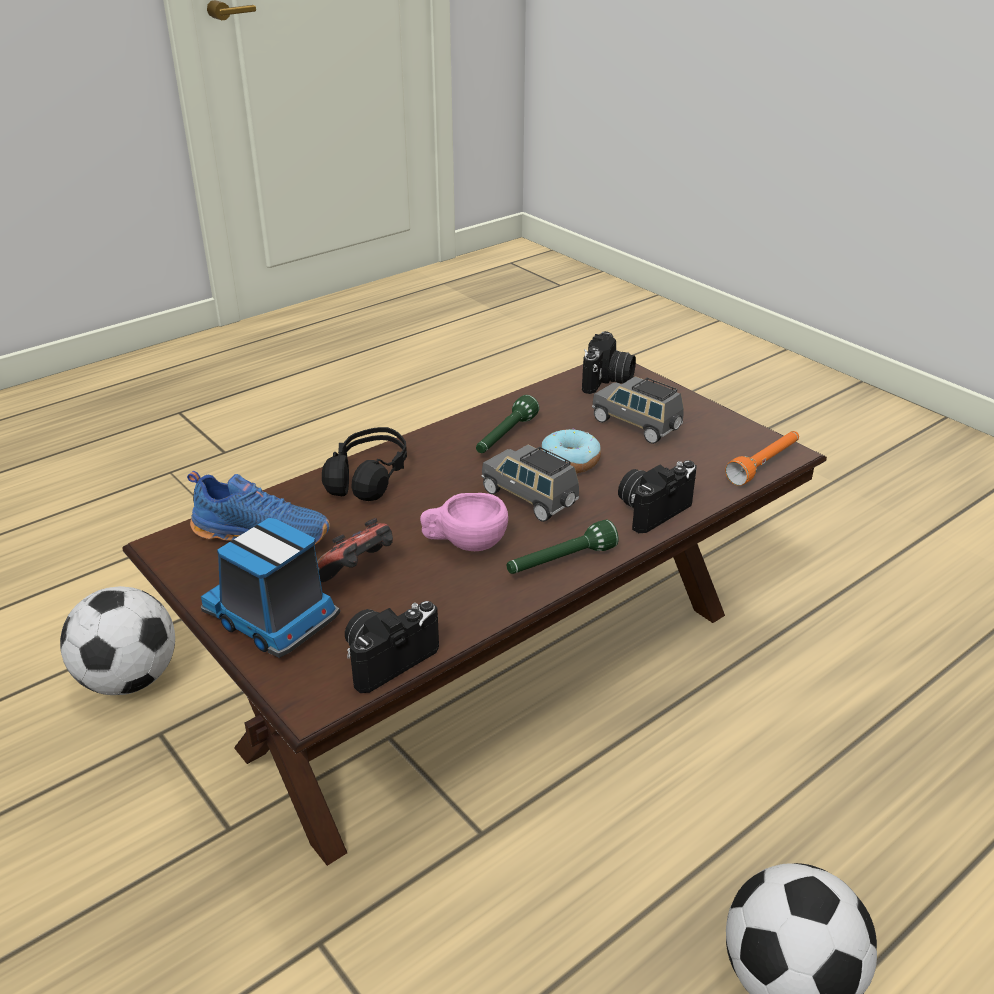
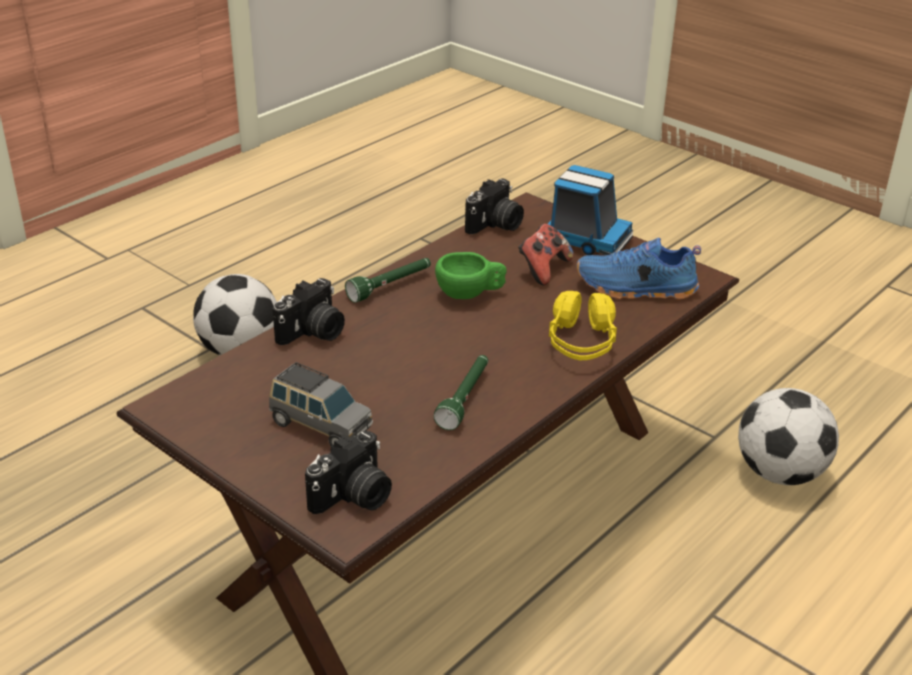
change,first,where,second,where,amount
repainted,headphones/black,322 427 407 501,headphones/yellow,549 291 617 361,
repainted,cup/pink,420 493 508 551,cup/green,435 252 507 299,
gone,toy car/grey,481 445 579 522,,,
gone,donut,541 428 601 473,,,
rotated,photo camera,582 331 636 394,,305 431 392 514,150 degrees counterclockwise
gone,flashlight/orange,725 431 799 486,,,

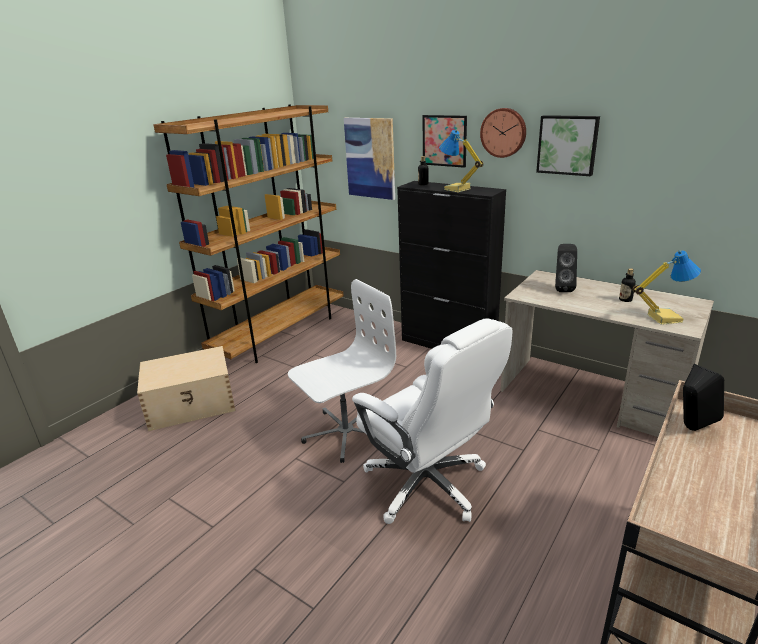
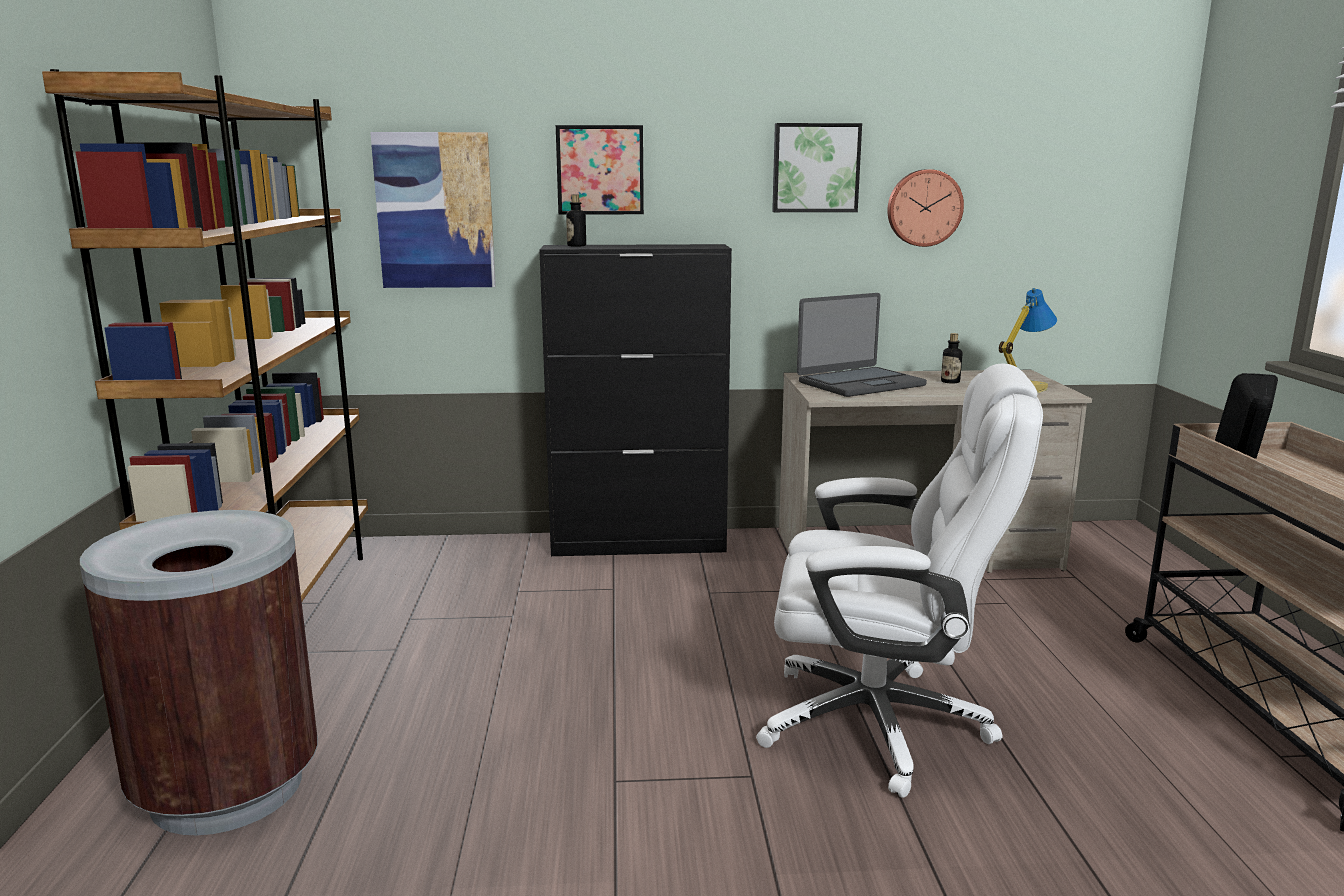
change,first,where,second,where,amount
swapped,storage box/beige,137 346 235 431,trash can/brown,80 510 318 835,
gone,office chair/white,288 279 396 463,,,
gone,table lamp,439 129 484 192,,,
shifted,wall clock,480 108 526 158,,887 169 964 247,
swapped,speaker/black,555 244 577 292,laptop,797 293 927 397,

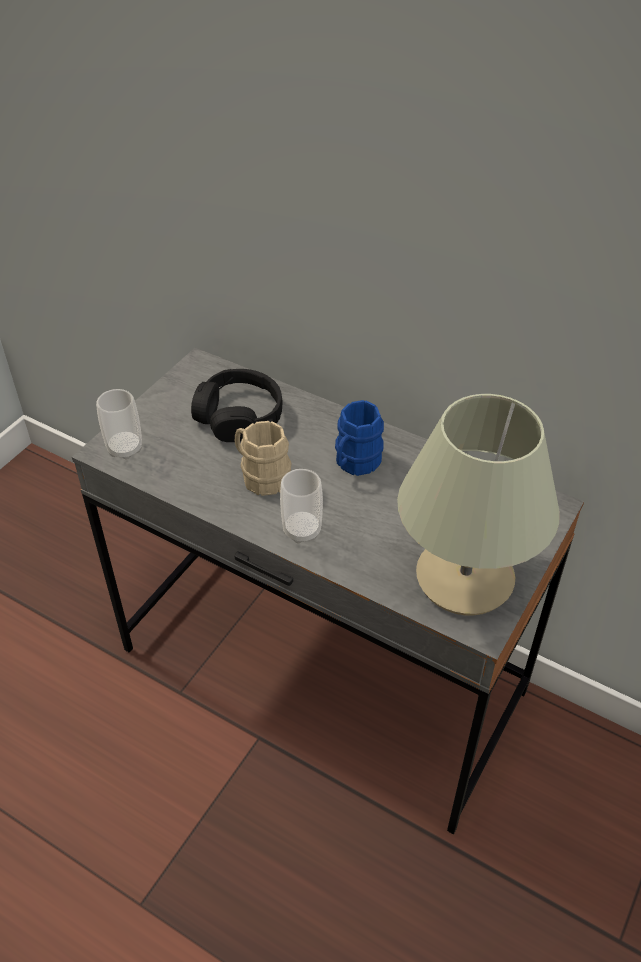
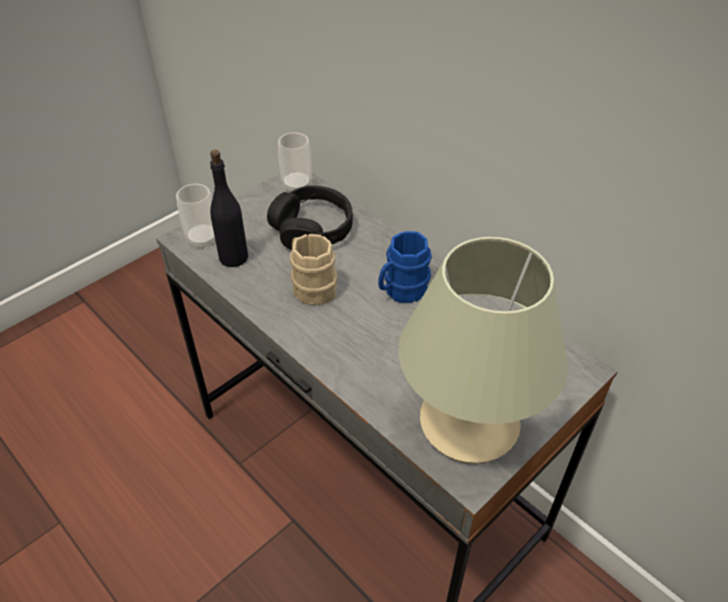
change,first,where,second,where,amount
shifted,cup,280 469 323 544,,278 132 312 193,
new,,,bottle/black,210 150 248 267,

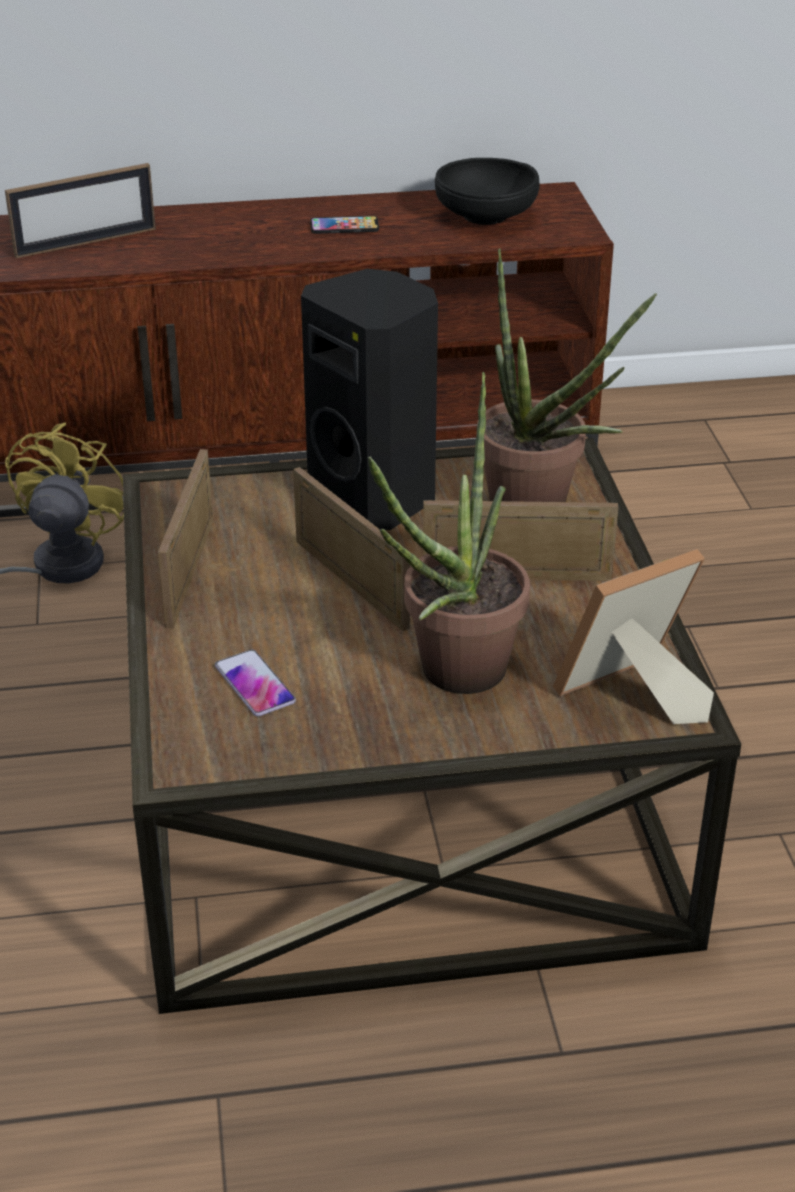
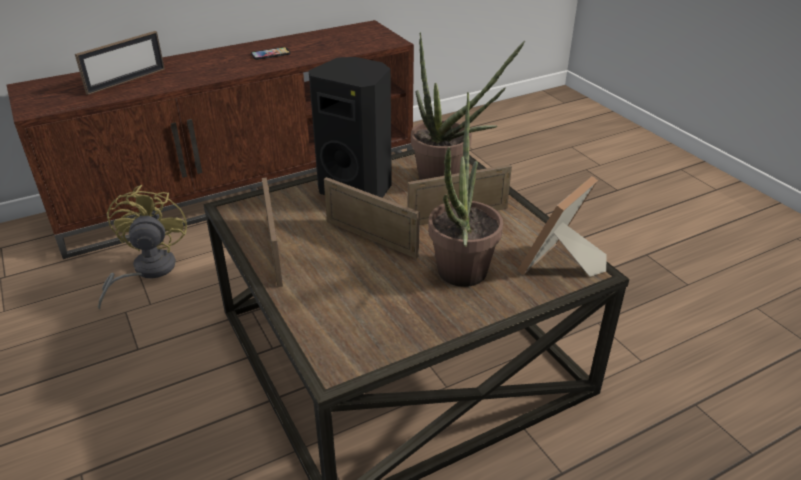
change,first,where,second,where,amount
gone,phone,215 650 296 716,,,
gone,bowl/black,435 158 540 225,,,

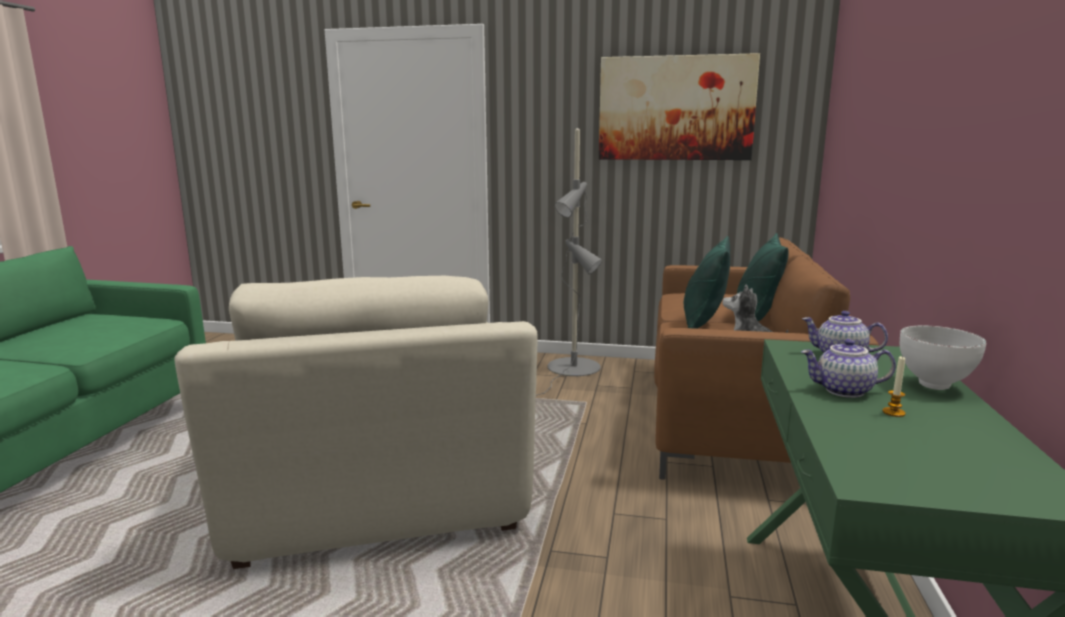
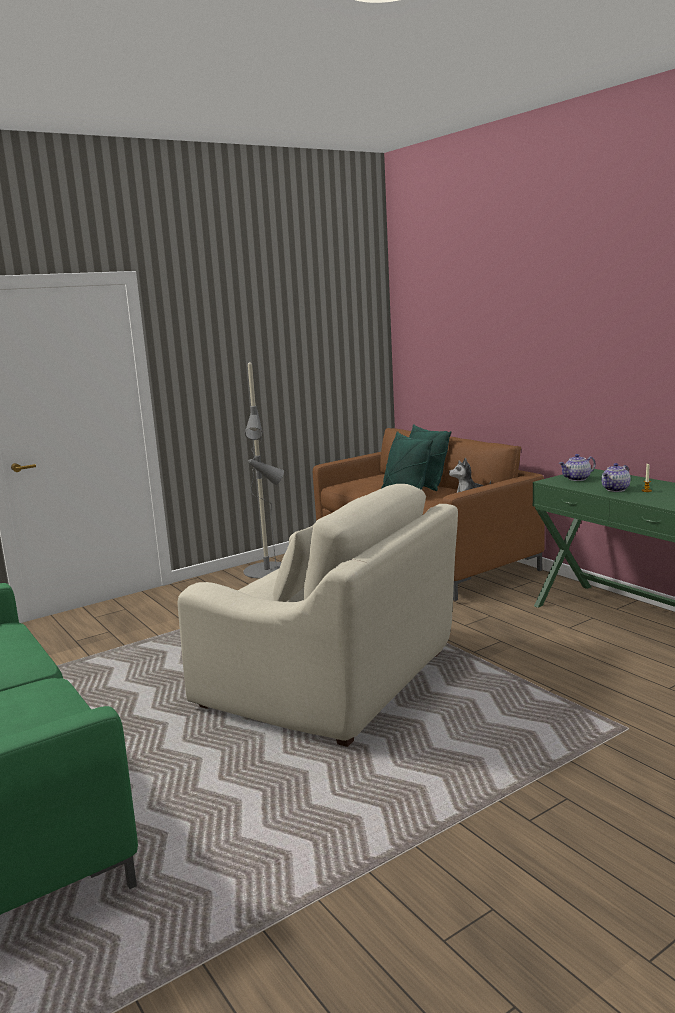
change,first,where,second,where,amount
gone,picture,599 53 760 160,,,
gone,bowl/white,900 325 987 390,,,

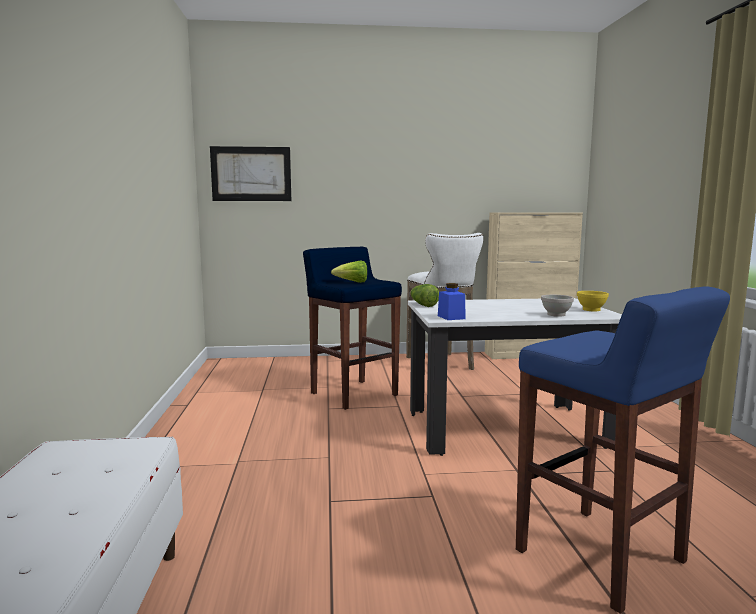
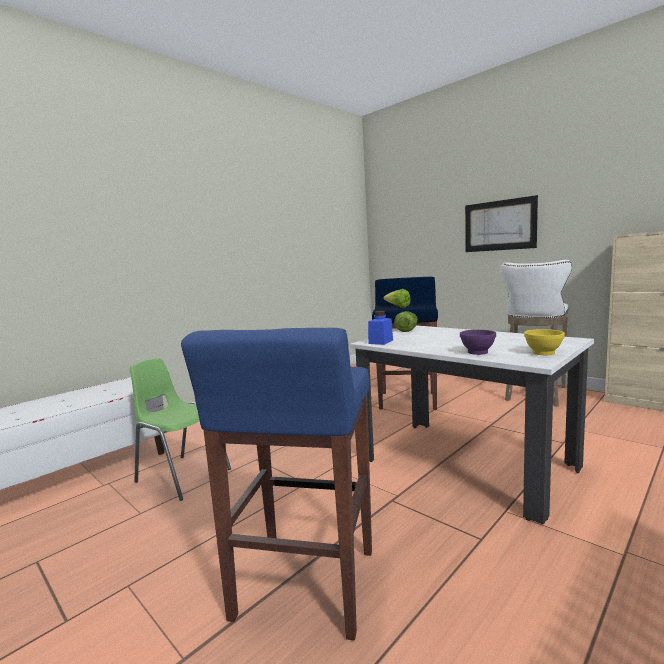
change,first,where,second,where,amount
shifted,picture,210 146 291 201,,465 195 538 252,
repainted,bowl/white,541 295 574 317,bowl/purple,460 330 496 355,
new,,,chair/green,129 358 231 501,

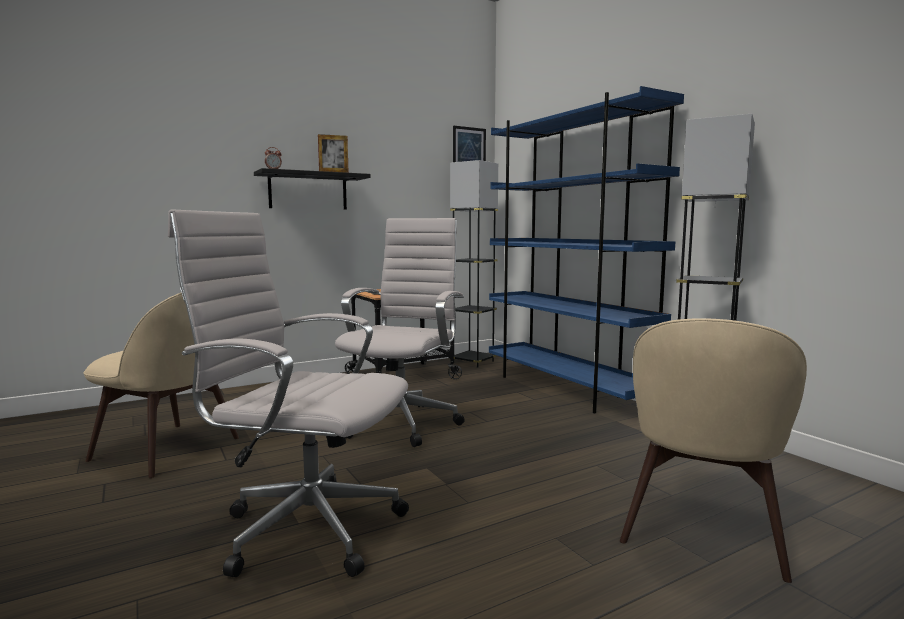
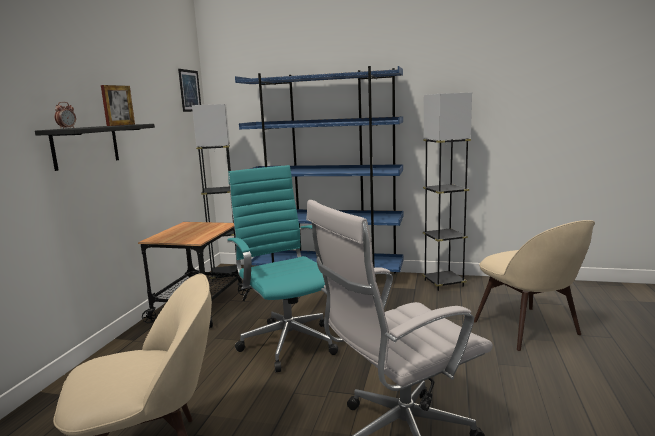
change,first,where,second,where,amount
repainted,office chair/white,335 218 465 447,office chair/turquoise,227 165 338 372,

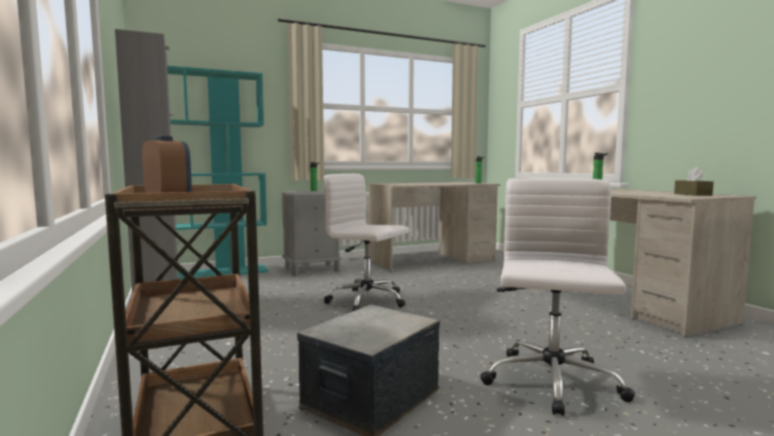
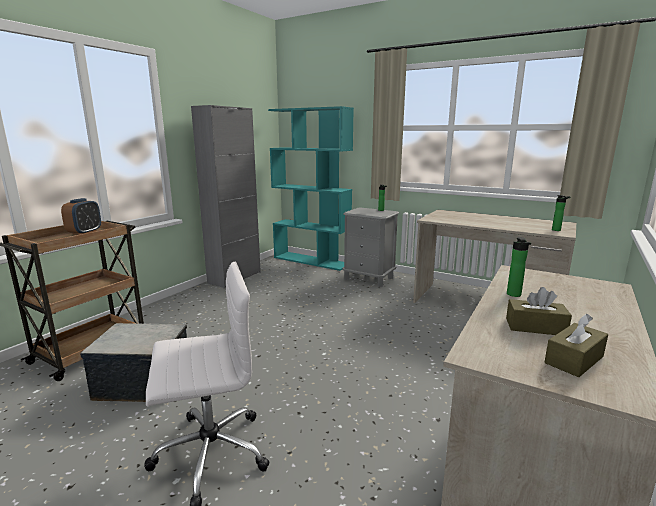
change,first,where,second,where,amount
gone,office chair/white,324 174 409 311,,,
new,,,tissue box/brown,506 287 572 335,

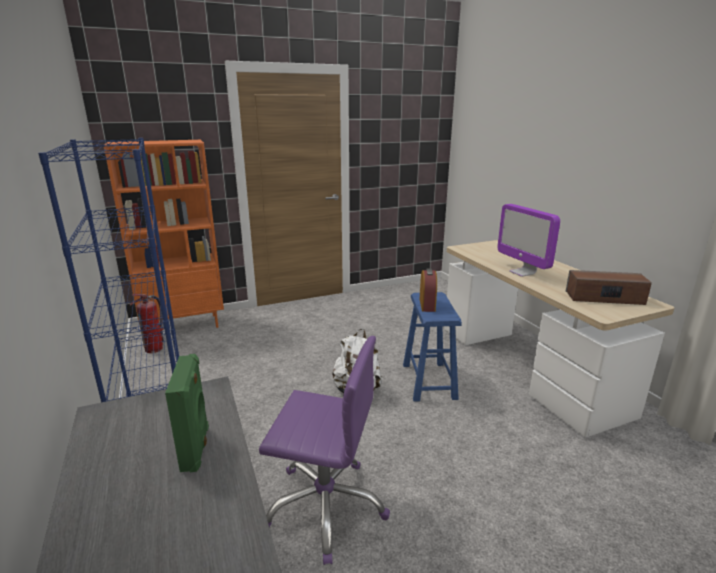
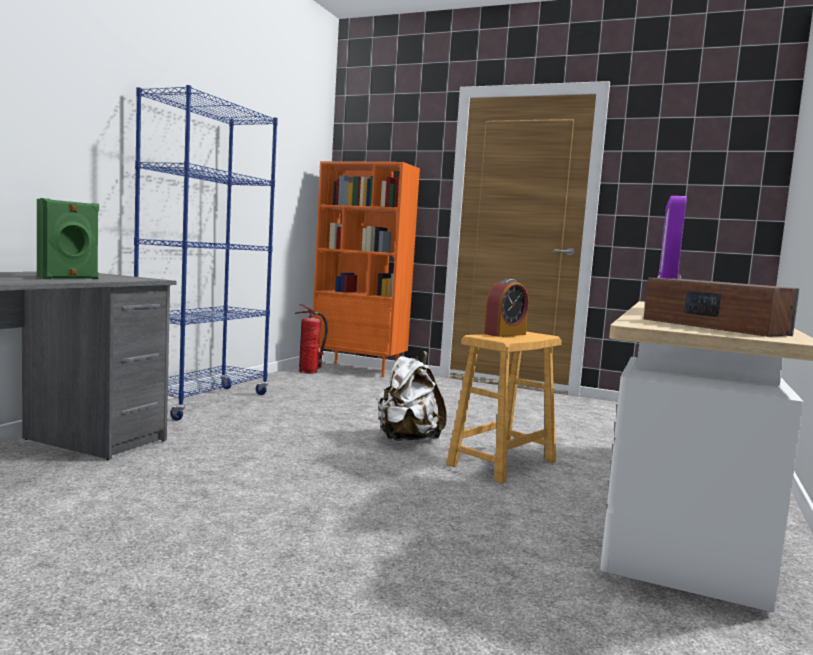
change,first,where,second,where,amount
gone,office chair/purple,259 336 390 565,,,
repainted,stool/blue,403 292 462 402,stool/brown,446 332 562 484,

